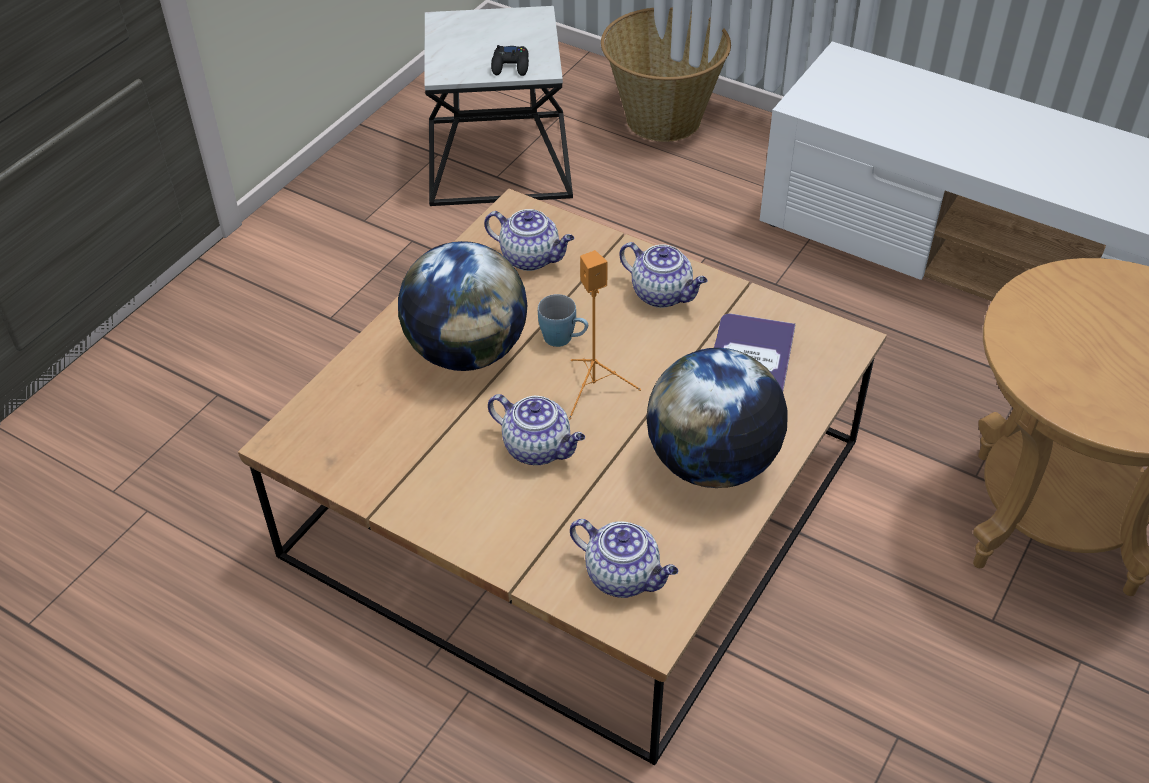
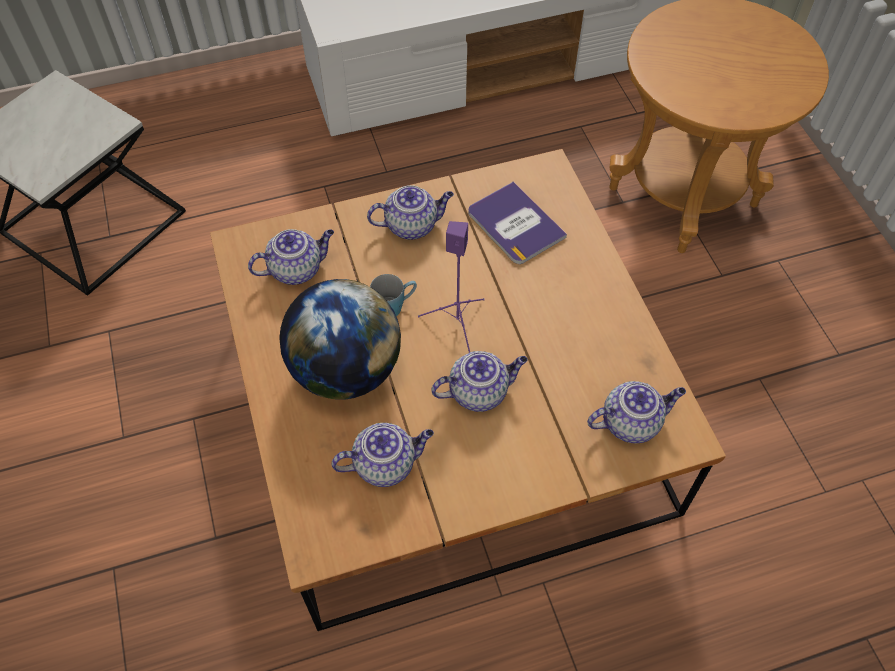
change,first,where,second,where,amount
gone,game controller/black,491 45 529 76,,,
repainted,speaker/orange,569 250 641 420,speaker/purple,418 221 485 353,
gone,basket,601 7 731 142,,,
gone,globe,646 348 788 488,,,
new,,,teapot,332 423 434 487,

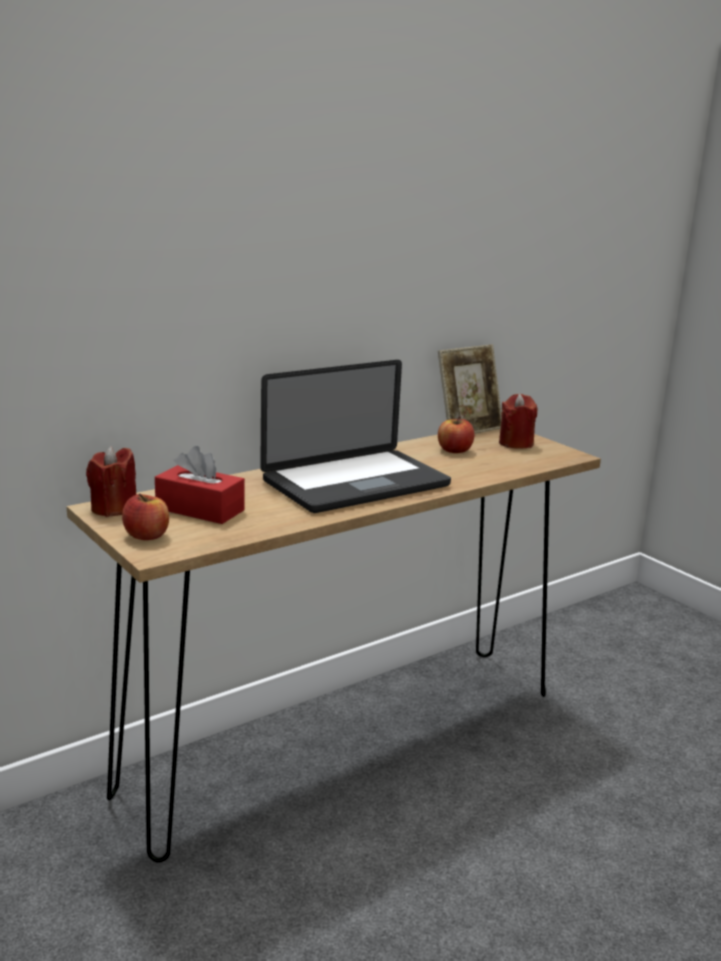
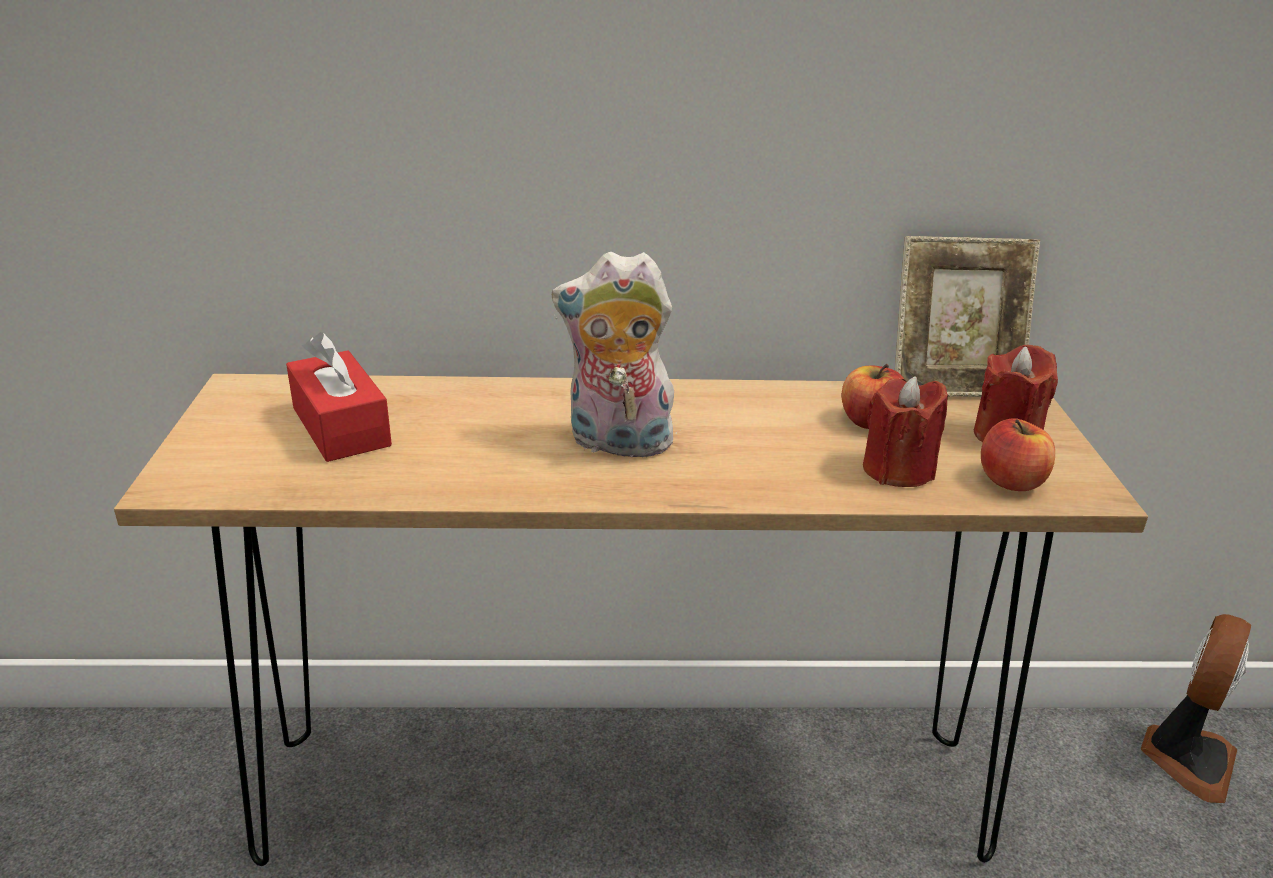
change,first,where,second,where,amount
shifted,candle/red,86 446 136 517,,863 376 948 487,
shifted,apple,122 493 169 540,,981 419 1055 491,
swapped,laptop,260 360 451 513,plush toy,552 252 679 458,
new,,,fan,1141 614 1251 803,

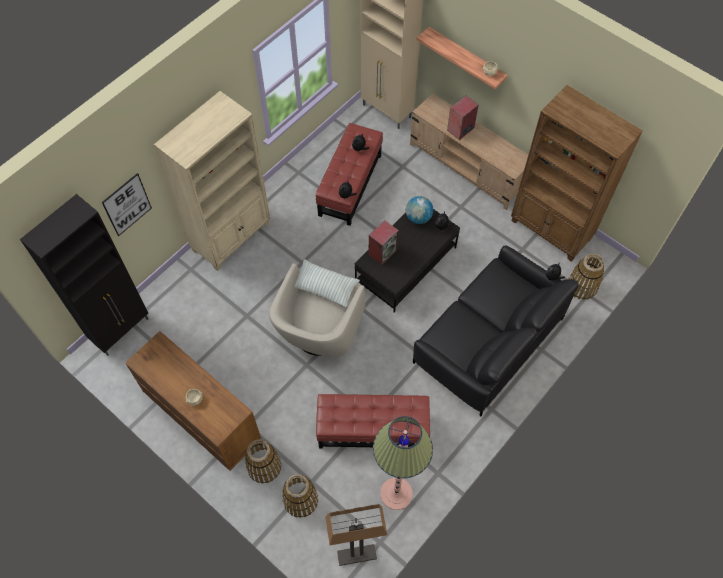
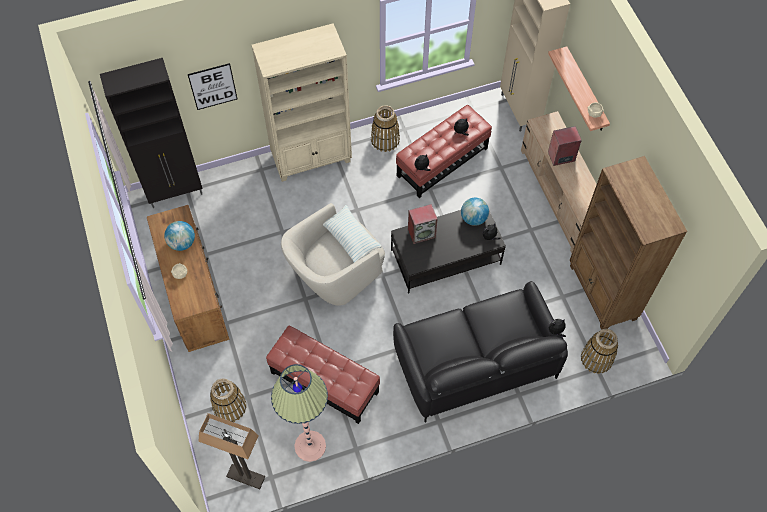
change,first,where,second,where,amount
shifted,basket,245 439 281 483,,371 105 400 152,
new,,,globe,164 221 195 251,

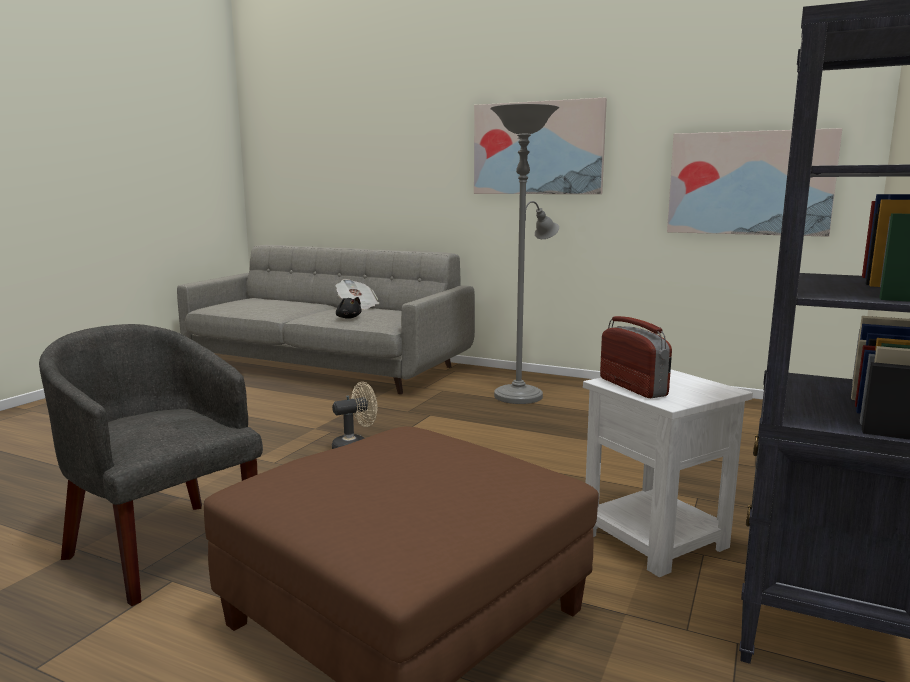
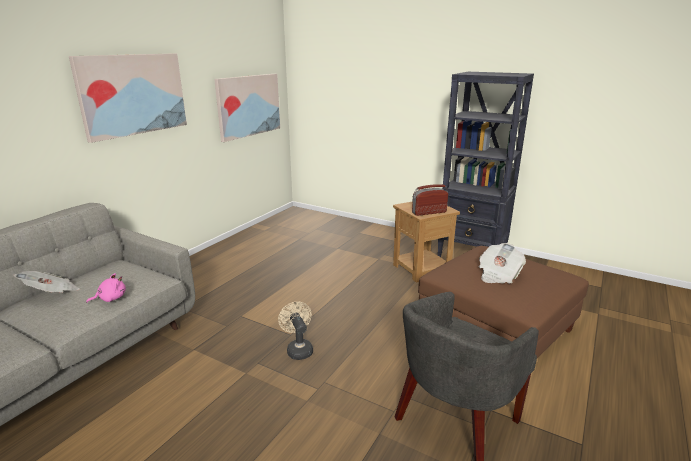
change,first,where,second,where,amount
repainted,plush toy/black,336 297 362 319,plush toy/pink,86 273 126 303,
gone,floor lamp/grey,490 104 559 404,,,
repainted,side table/white,583 369 753 577,side table/brown,393 201 460 283,
new,,,newspaper,479 243 526 284,

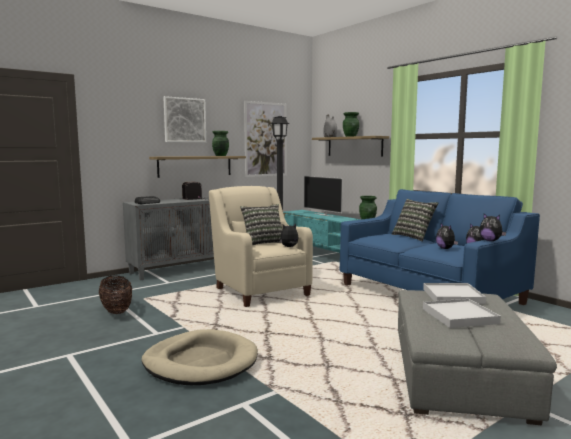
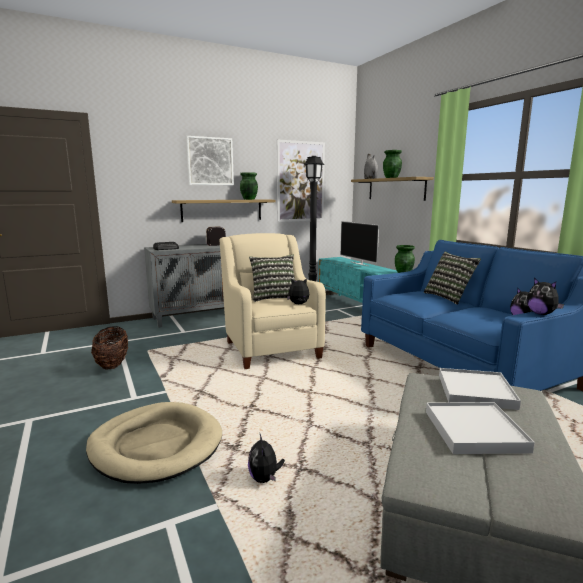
change,first,where,second,where,amount
shifted,plush toy,436 224 458 249,,248 432 285 483,

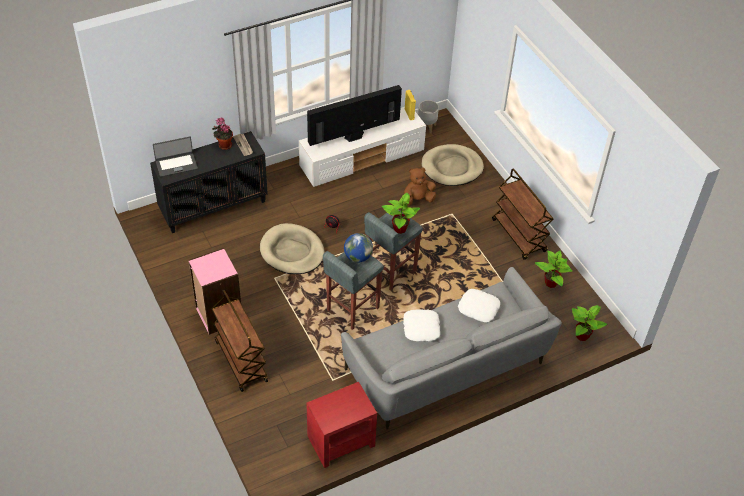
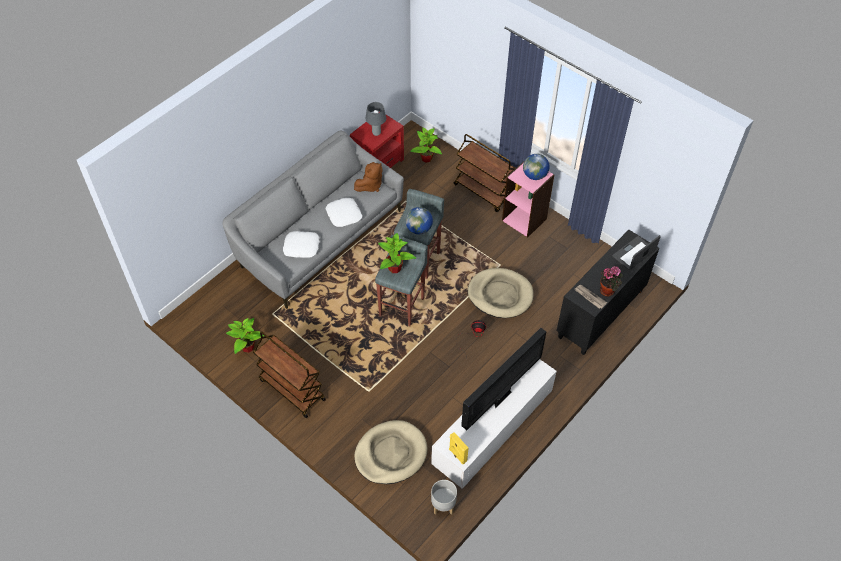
change,first,where,second,where,amount
shifted,plush toy/brown,404 167 436 206,,354 162 383 192,
shifted,potted plant,572 305 607 341,,410 128 442 163,
new,,,table lamp/grey,365 102 386 136,
new,,,globe,523 154 550 180,

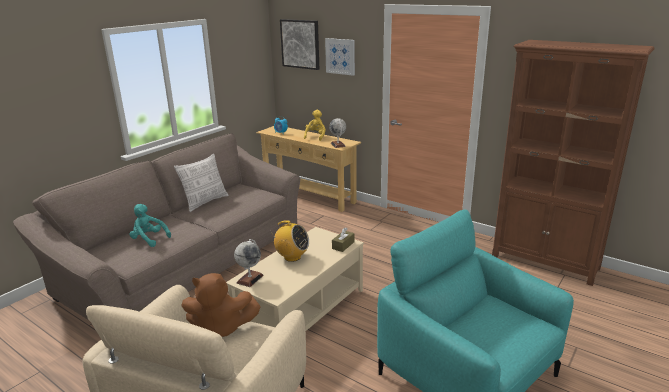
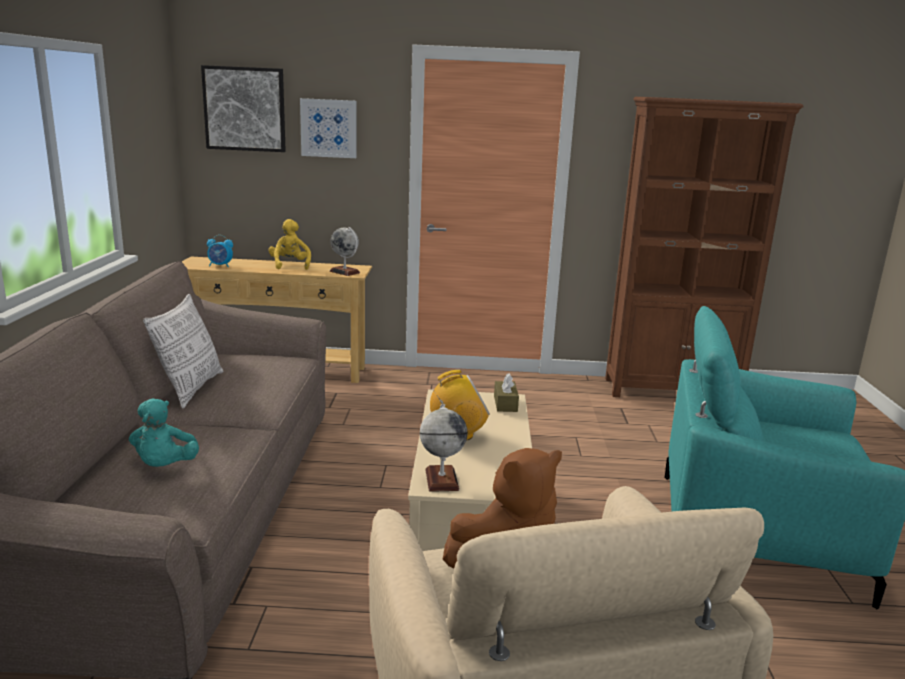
change,first,where,second,where,amount
rotated,plush toy/turquoise,129 204 171 247,,129 398 199 467,90 degrees counterclockwise

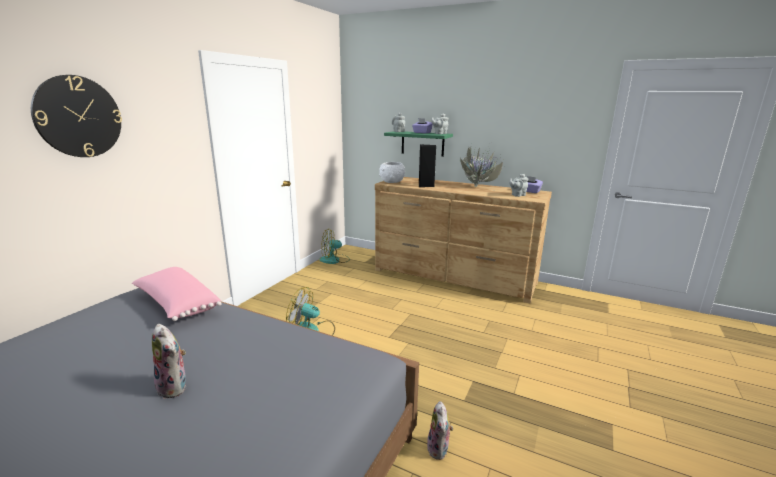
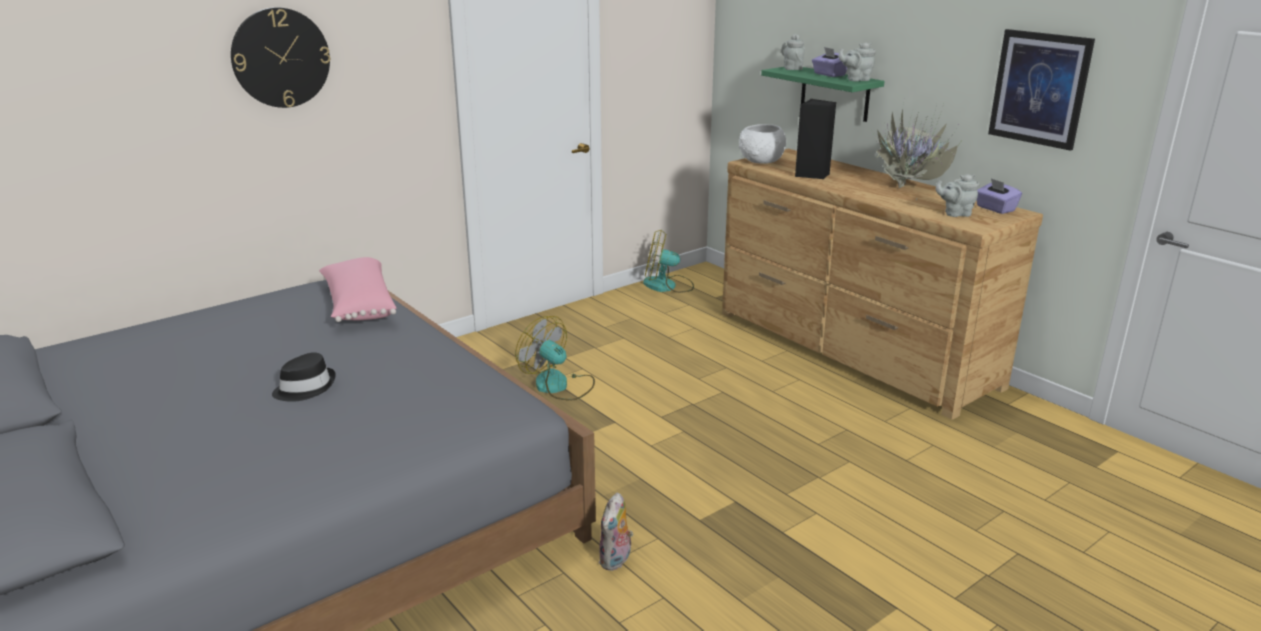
change,first,where,second,where,amount
swapped,plush toy,152 324 186 399,hat/black,272 352 336 402,
new,,,picture,988 29 1095 151,

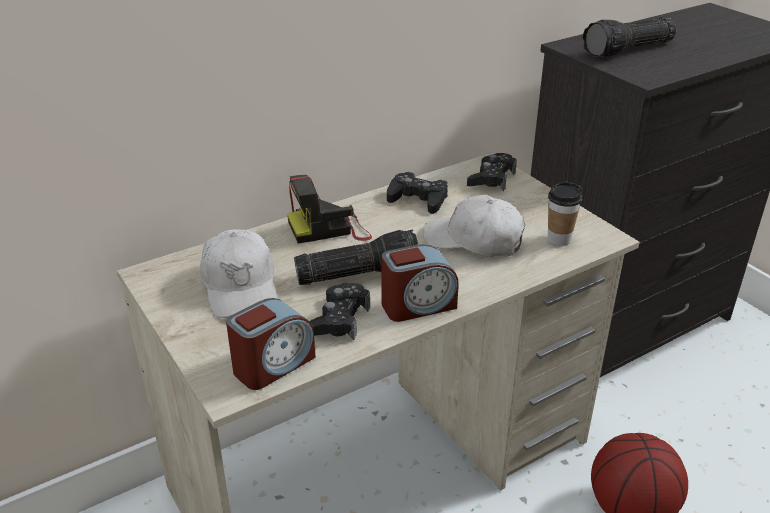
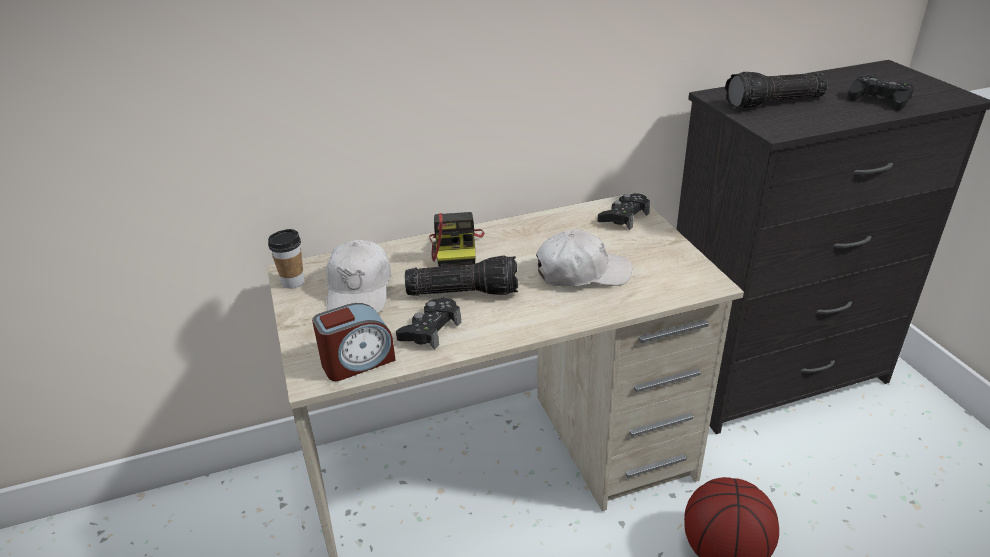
change,first,where,second,where,amount
rotated,photo camera,287 175 372 243,,429 212 484 267,90 degrees counterclockwise
gone,alarm clock,381 244 459 322,,,
shifted,game controller/black,387 172 448 214,,847 75 914 111,
rotated,cap/white,423 195 525 257,,536 229 632 286,135 degrees clockwise
shifted,cup,548 182 582 246,,268 229 304 289,

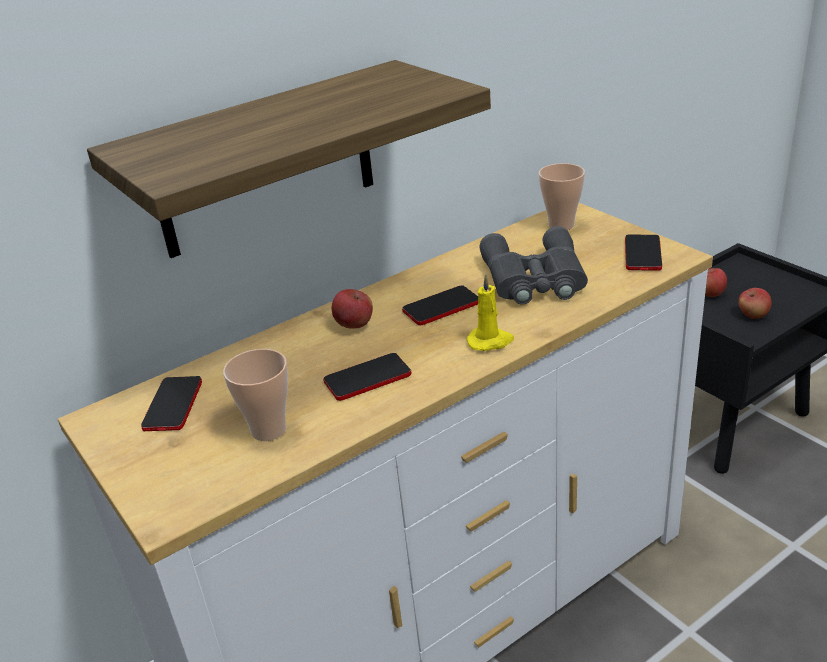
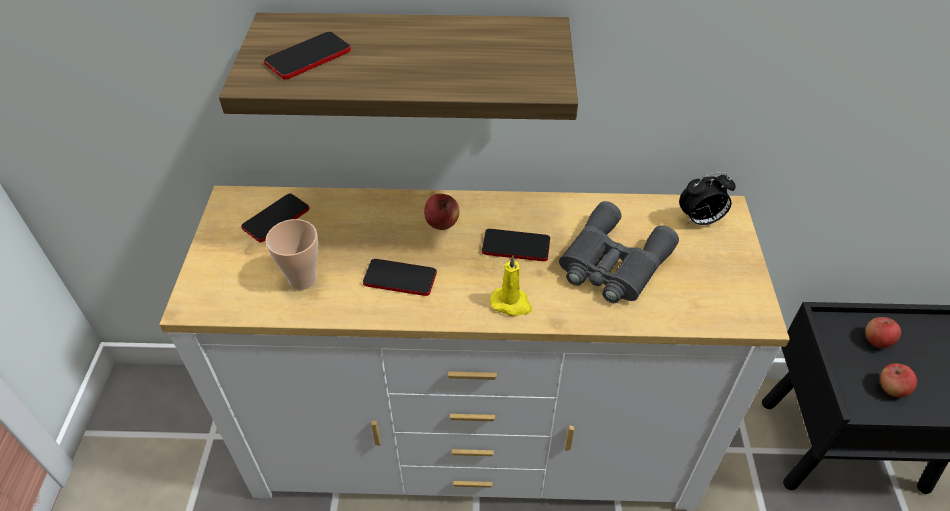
change,first,where,second,where,amount
swapped,cup,539 163 585 230,alarm clock,679 172 736 225,
shifted,phone,625 235 662 271,,264 32 351 79,

